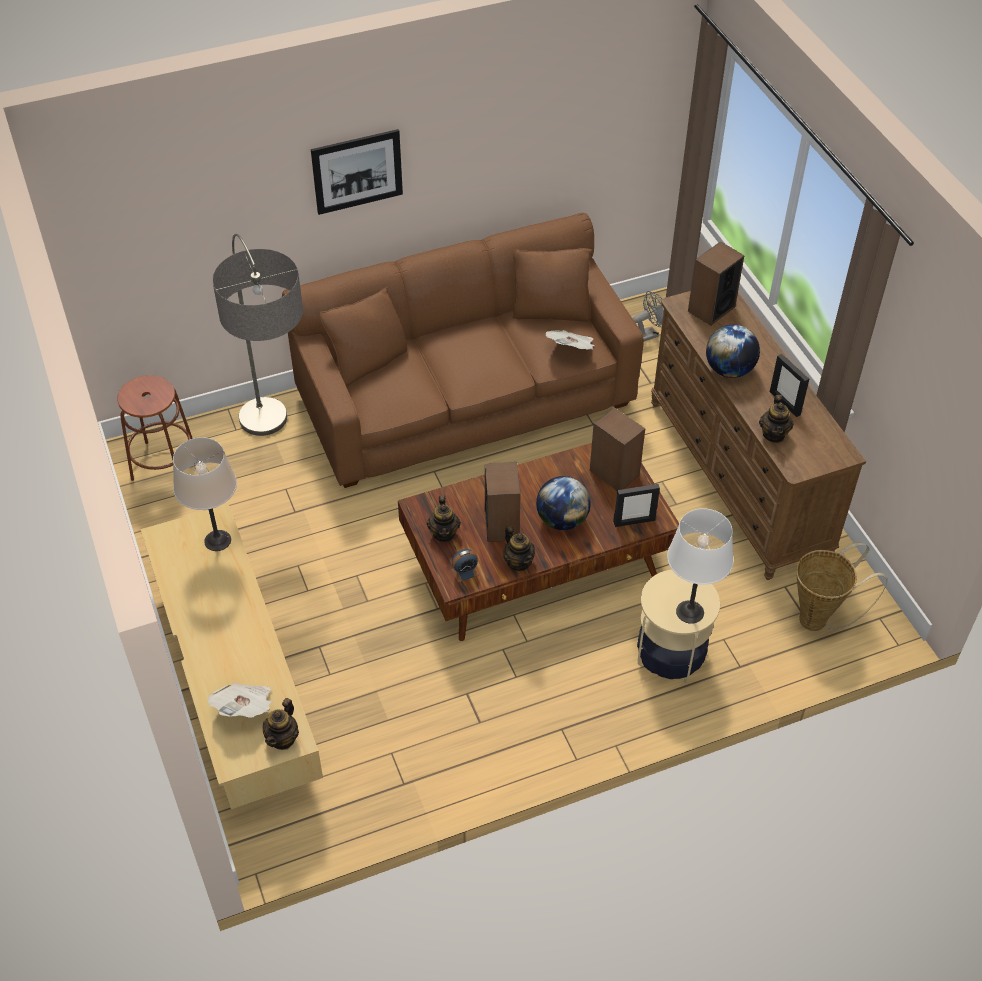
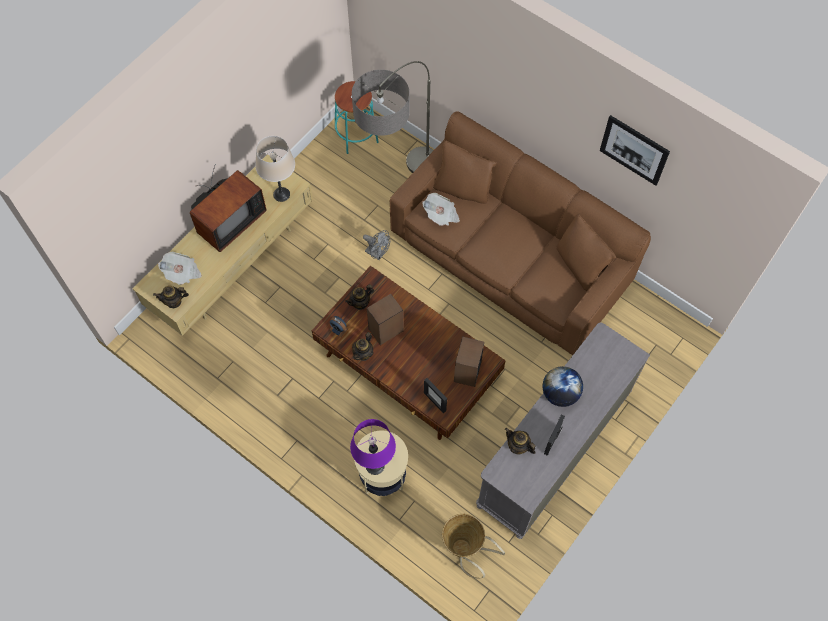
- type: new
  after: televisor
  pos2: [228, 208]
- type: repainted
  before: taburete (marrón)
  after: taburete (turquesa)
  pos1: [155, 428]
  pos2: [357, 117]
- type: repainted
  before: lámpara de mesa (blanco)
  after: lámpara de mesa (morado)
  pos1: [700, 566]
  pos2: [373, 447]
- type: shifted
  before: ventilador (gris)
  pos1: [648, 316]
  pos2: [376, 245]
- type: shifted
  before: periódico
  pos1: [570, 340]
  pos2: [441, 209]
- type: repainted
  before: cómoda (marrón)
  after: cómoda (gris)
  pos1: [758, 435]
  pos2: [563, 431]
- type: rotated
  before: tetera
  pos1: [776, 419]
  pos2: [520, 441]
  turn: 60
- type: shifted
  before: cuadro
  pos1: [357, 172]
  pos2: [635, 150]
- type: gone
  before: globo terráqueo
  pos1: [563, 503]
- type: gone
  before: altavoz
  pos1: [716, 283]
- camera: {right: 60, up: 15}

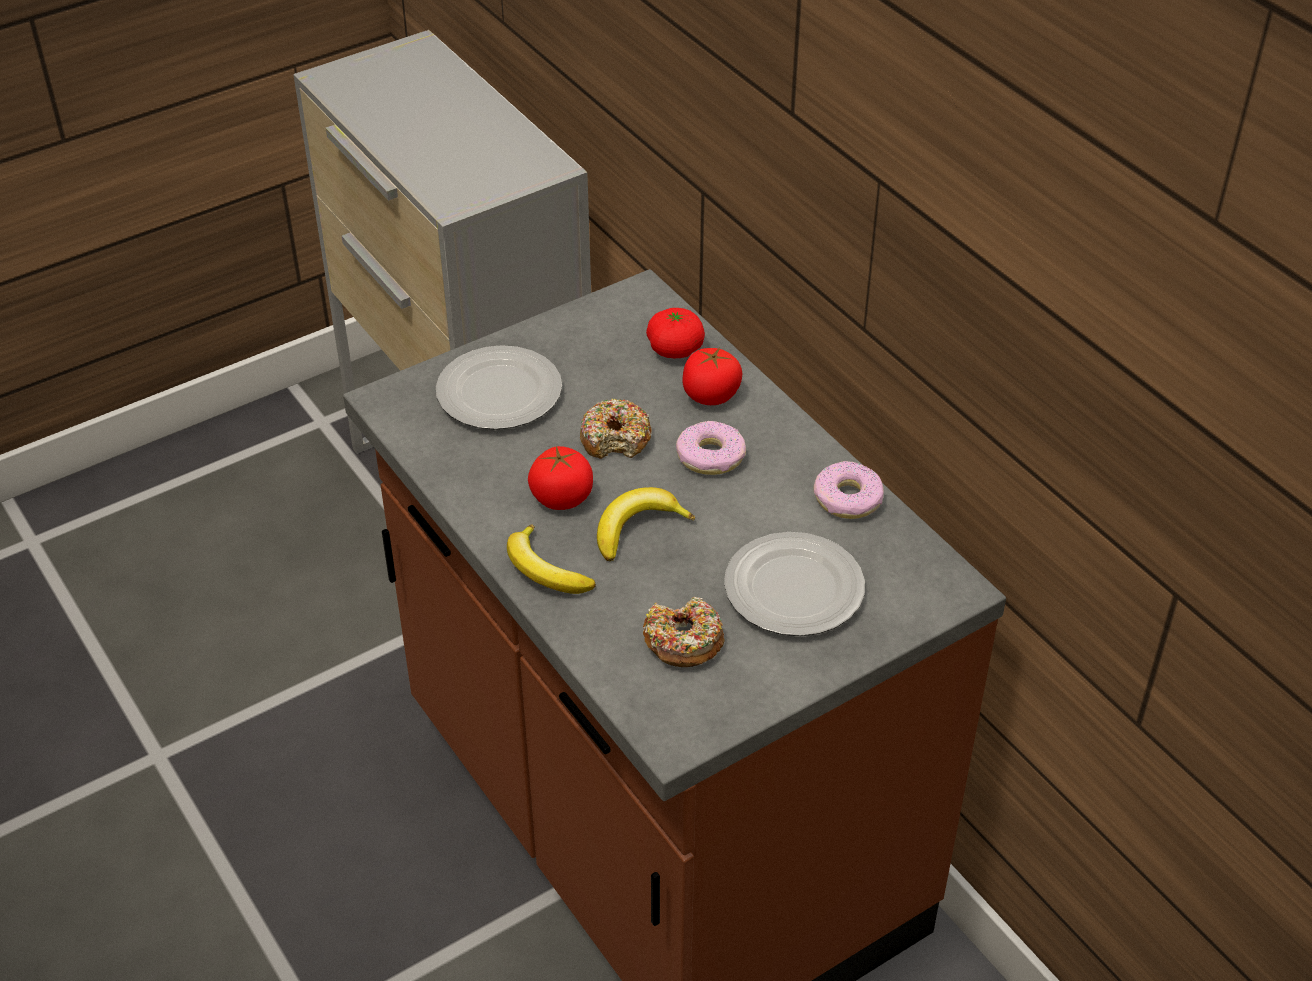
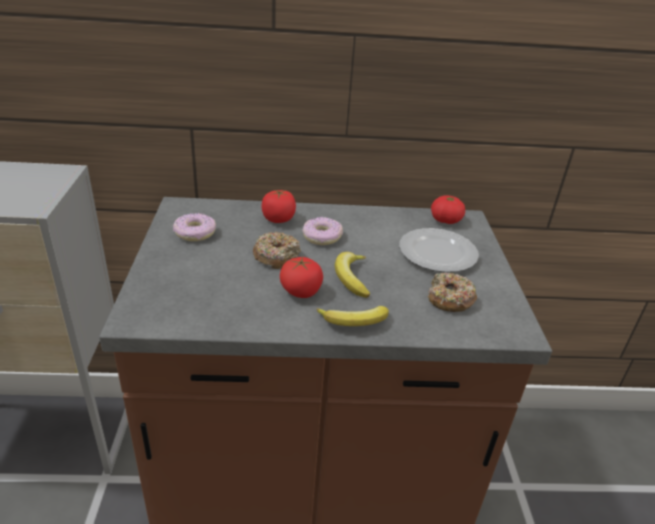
- type: shifted
  before: rosquilla
  pos1: [849, 490]
  pos2: [194, 227]
- type: shifted
  before: tomate
  pos1: [675, 333]
  pos2: [448, 210]
- type: gone
  before: plato
  pos1: [499, 387]
- camera: {right: -60, up: -10}

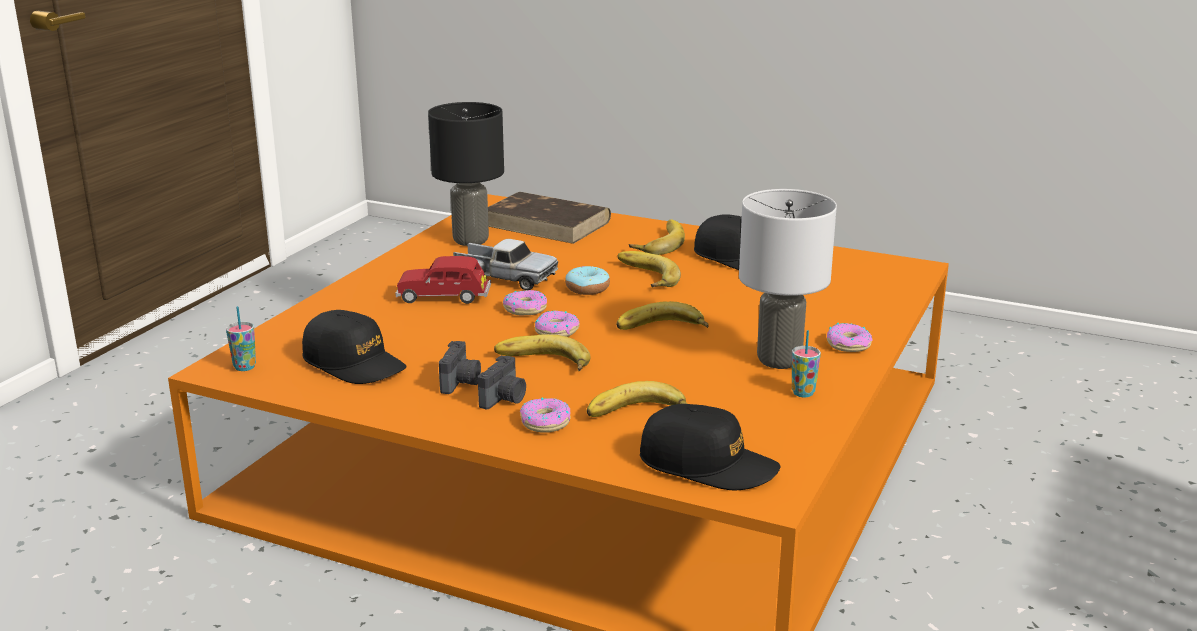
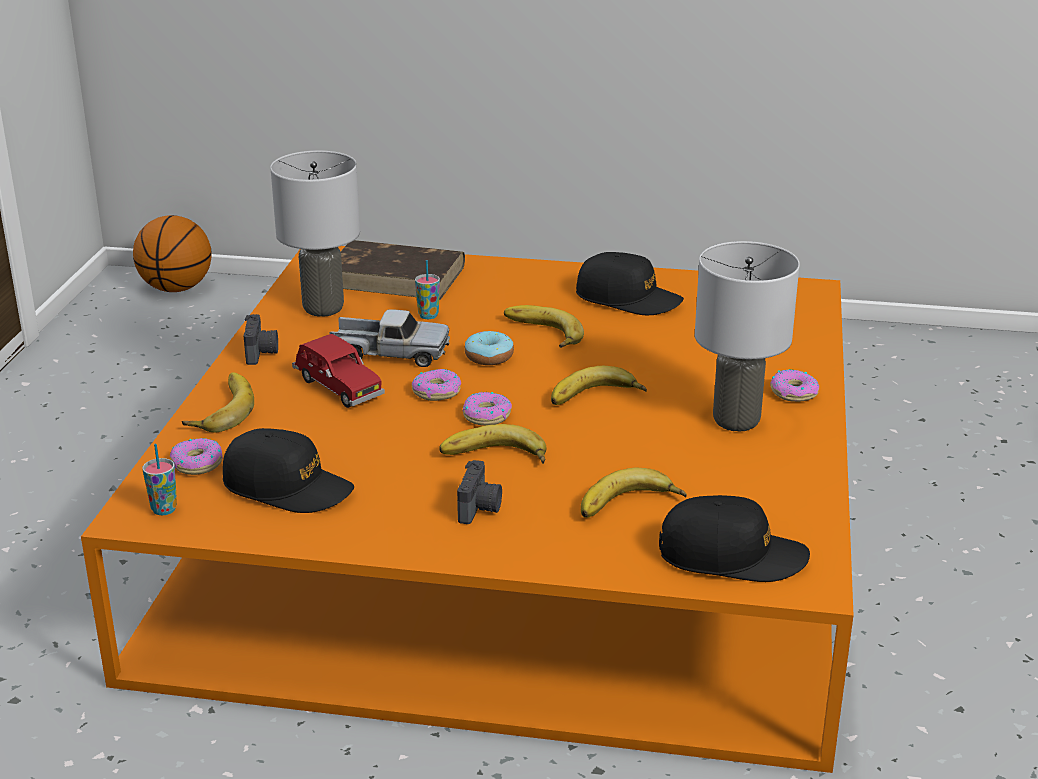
- type: new
  after: balón de baloncesto
  pos2: [172, 253]
- type: shifted
  before: rosquilla
  pos1: [545, 415]
  pos2: [196, 456]
- type: shifted
  before: plátano
  pos1: [657, 237]
  pos2: [218, 402]
- type: shifted
  before: cámara
  pos1: [460, 367]
  pos2: [261, 339]
- type: repainted
  before: lámpara de mesa (negro)
  after: lámpara de mesa (blanco)
  pos1: [466, 174]
  pos2: [315, 233]
- type: rotated
  before: coche de juguete (rojo)
  pos1: [443, 280]
  pos2: [338, 371]
  turn: -120
- type: shifted
  before: taza
  pos1: [806, 364]
  pos2: [427, 289]
- camera: {right: -15, up: 5}

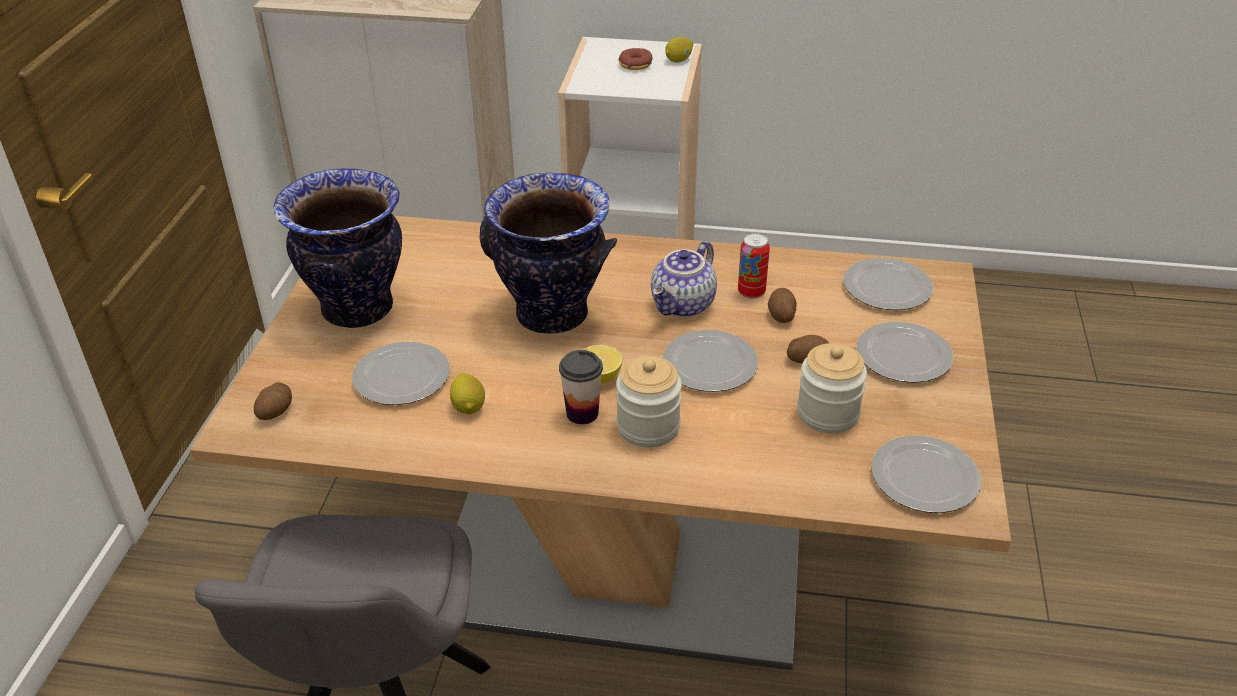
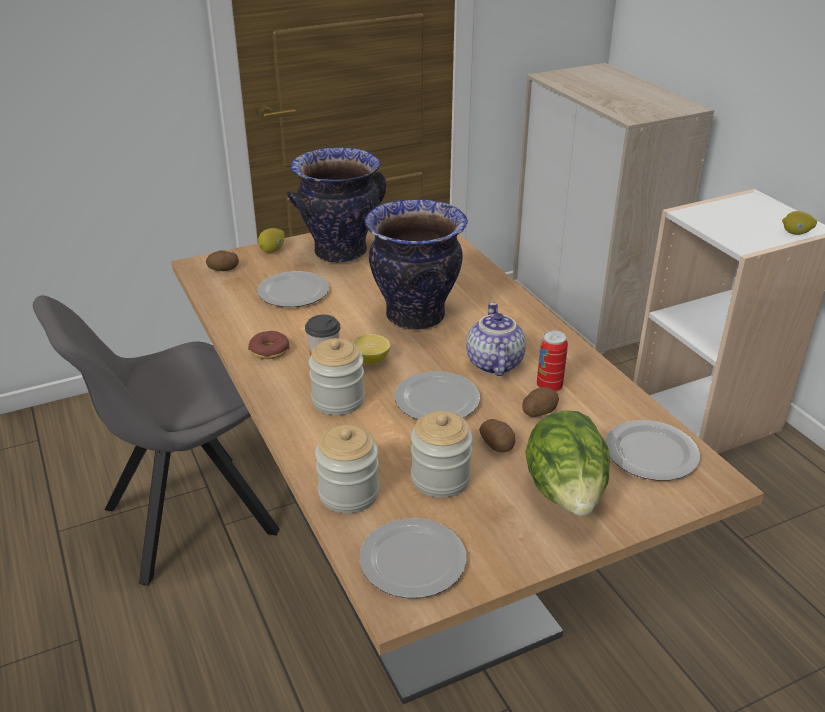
- type: shifted
  before: rosquilla
  pos1: [636, 59]
  pos2: [269, 345]
- type: shifted
  before: limón
  pos1: [467, 393]
  pos2: [271, 240]
- type: new
  after: tarro
  pos2: [347, 469]
- type: rotated
  before: tetera
  pos1: [684, 279]
  pos2: [496, 339]
  turn: 90
- type: swapped
  before: plato
  after: lechuga
  pos1: [905, 352]
  pos2: [567, 463]
- camera: {right: 55, up: -5}

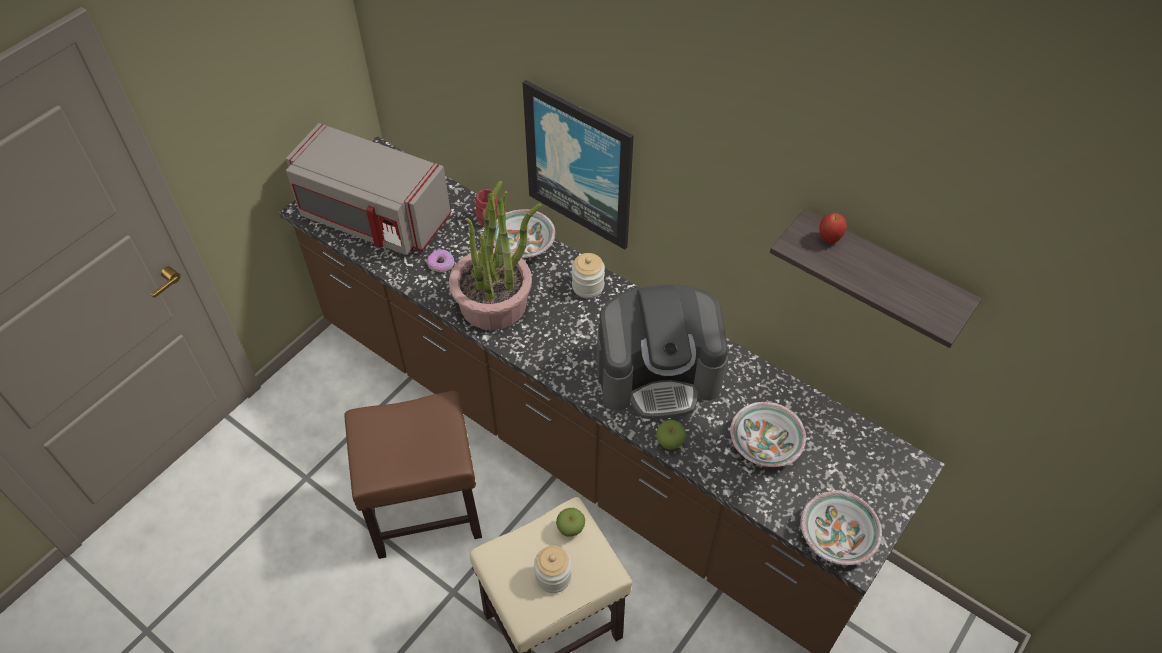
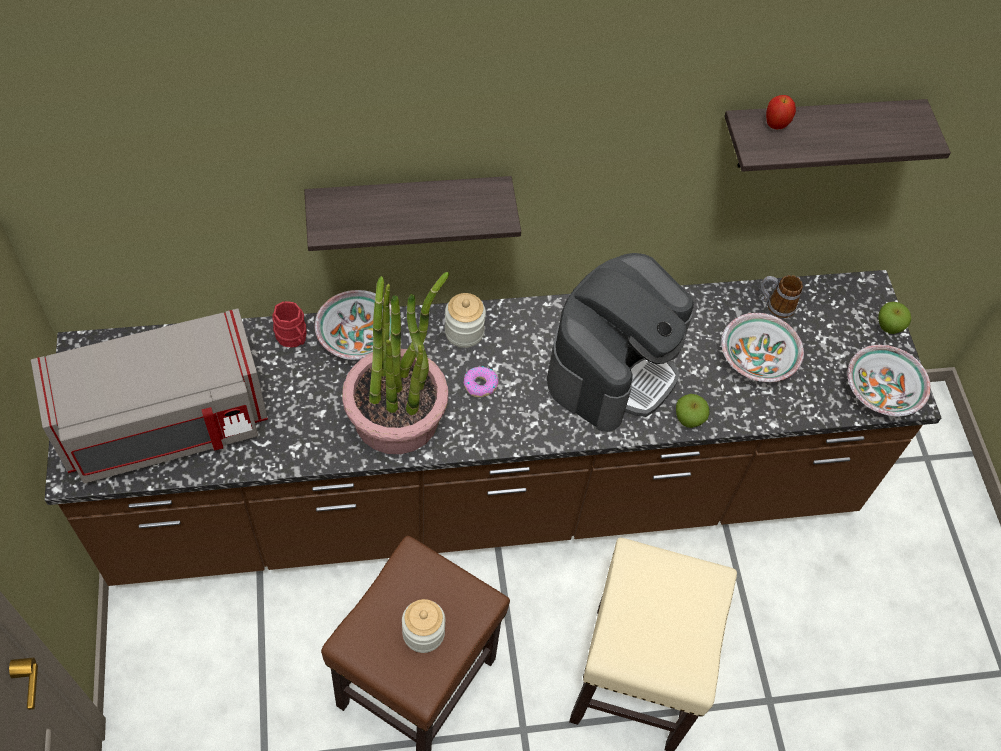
- type: swapped
  before: cuadro
  after: estante
  pos1: [578, 165]
  pos2: [412, 213]
- type: shifted
  before: tarro
  pos1: [552, 569]
  pos2: [423, 626]
- type: shifted
  before: rosquilla
  pos1: [440, 260]
  pos2: [481, 381]
- type: new
  after: taza grande
  pos2: [782, 296]
- type: shifted
  before: manzana
  pos1: [570, 522]
  pos2: [894, 318]
- camera: {right: -50, up: 5}

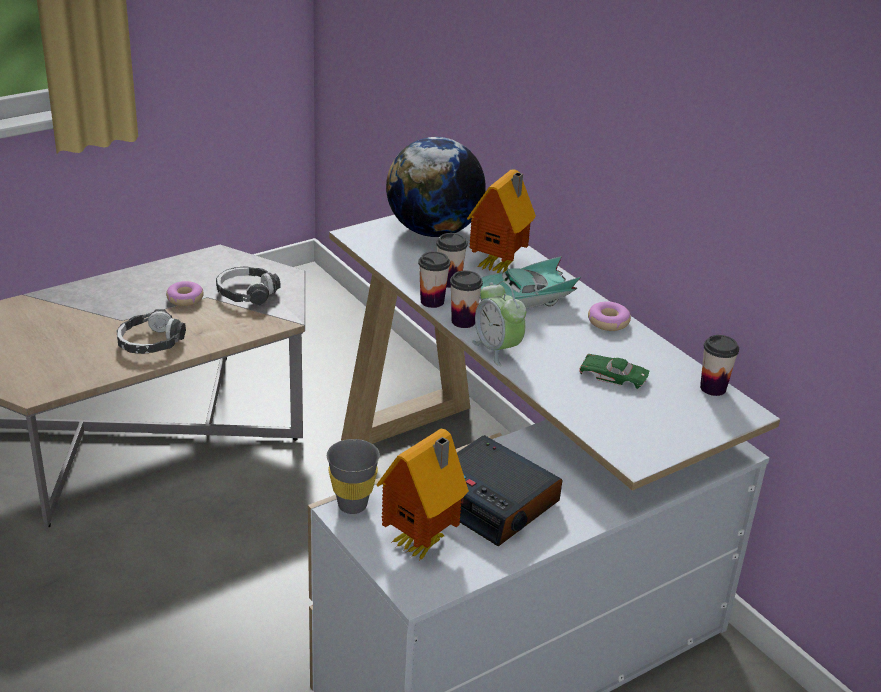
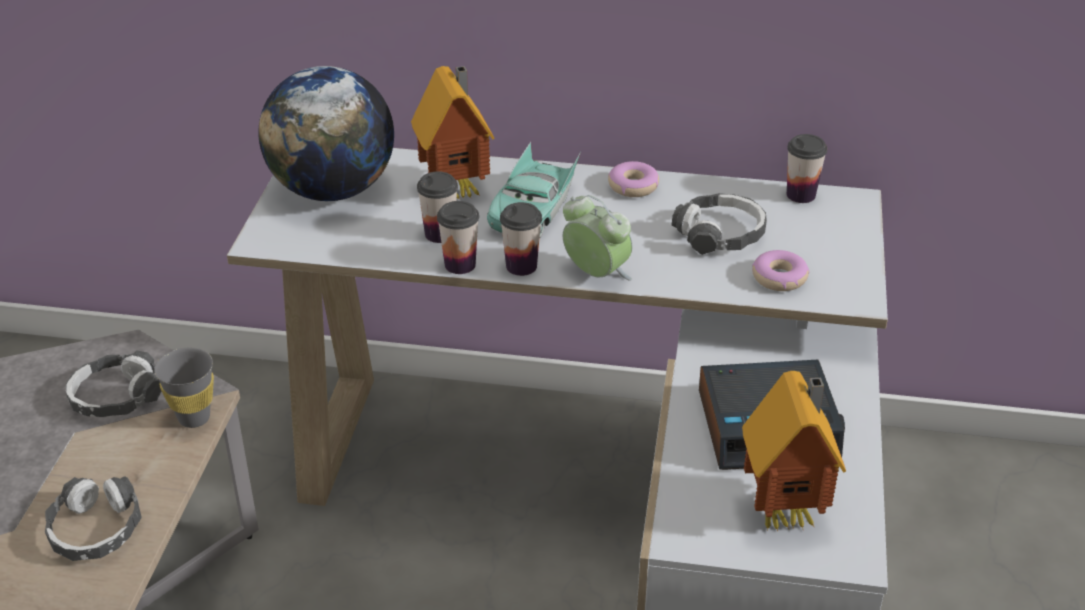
- type: shifted
  before: taza (gris)
  pos1: [353, 476]
  pos2: [184, 388]
- type: rotated
  before: despertador
  pos1: [499, 323]
  pos2: [597, 238]
  turn: -150
- type: swapped
  before: coche de juguete (verde)
  after: auriculares
  pos1: [614, 371]
  pos2: [719, 224]
- type: shifted
  before: rosquilla
  pos1: [185, 293]
  pos2: [781, 270]
- camera: {right: -45, up: 5}

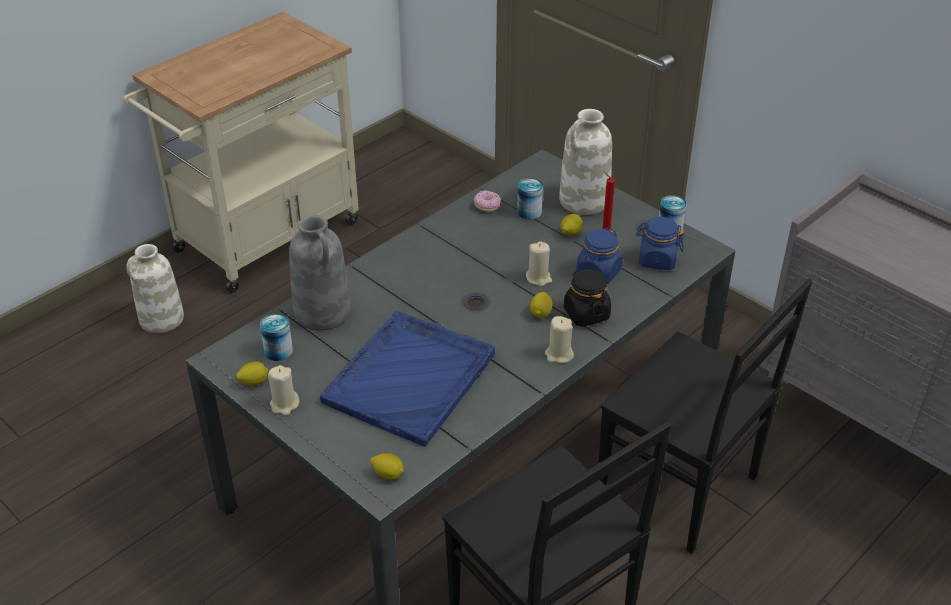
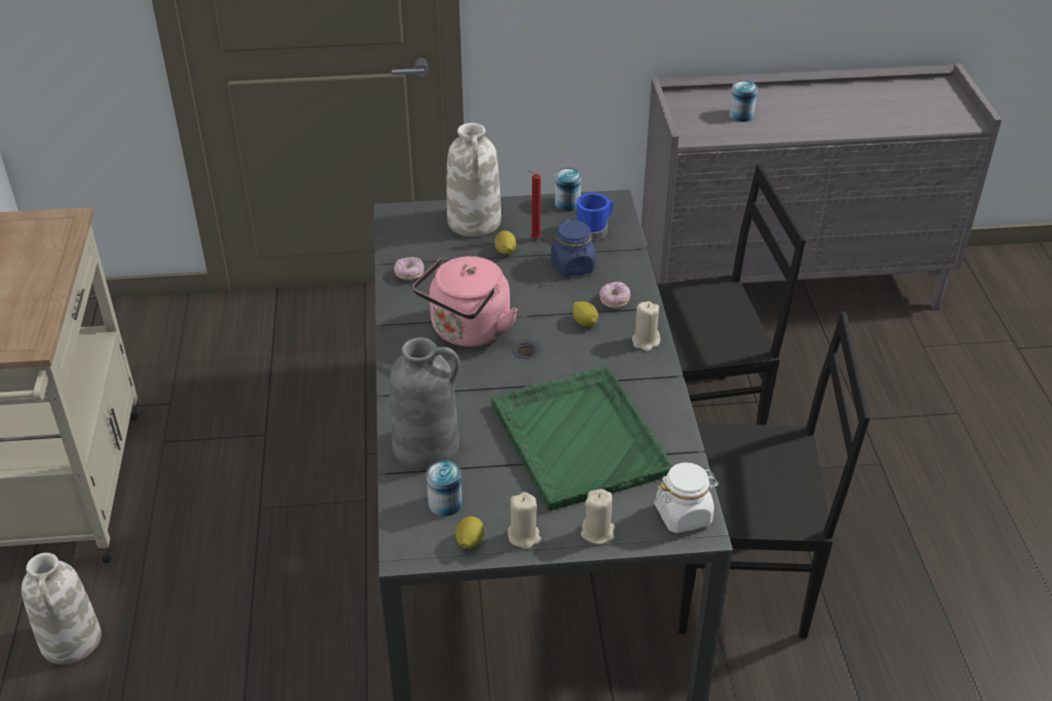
- type: new
  after: hervidor (rosa)
  pos2: [465, 301]
- type: repainted
  before: bandeja (azul)
  after: bandeja (verde)
  pos1: [407, 378]
  pos2: [582, 438]
- type: swapped
  before: tarro (azul)
  after: taza grande (azul)
  pos1: [660, 243]
  pos2: [594, 216]
- type: shifted
  before: vela (beis)
  pos1: [539, 263]
  pos2: [598, 516]
- type: swapped
  before: tarro (negro)
  after: rosquilla
  pos1: [587, 298]
  pos2: [614, 295]
- type: swapped
  before: limón
  after: tarro (blanco)
  pos1: [386, 466]
  pos2: [686, 497]
- type: shifted
  before: lata
  pos1: [530, 199]
  pos2: [743, 101]
- camera: {right: -50, up: 0}

